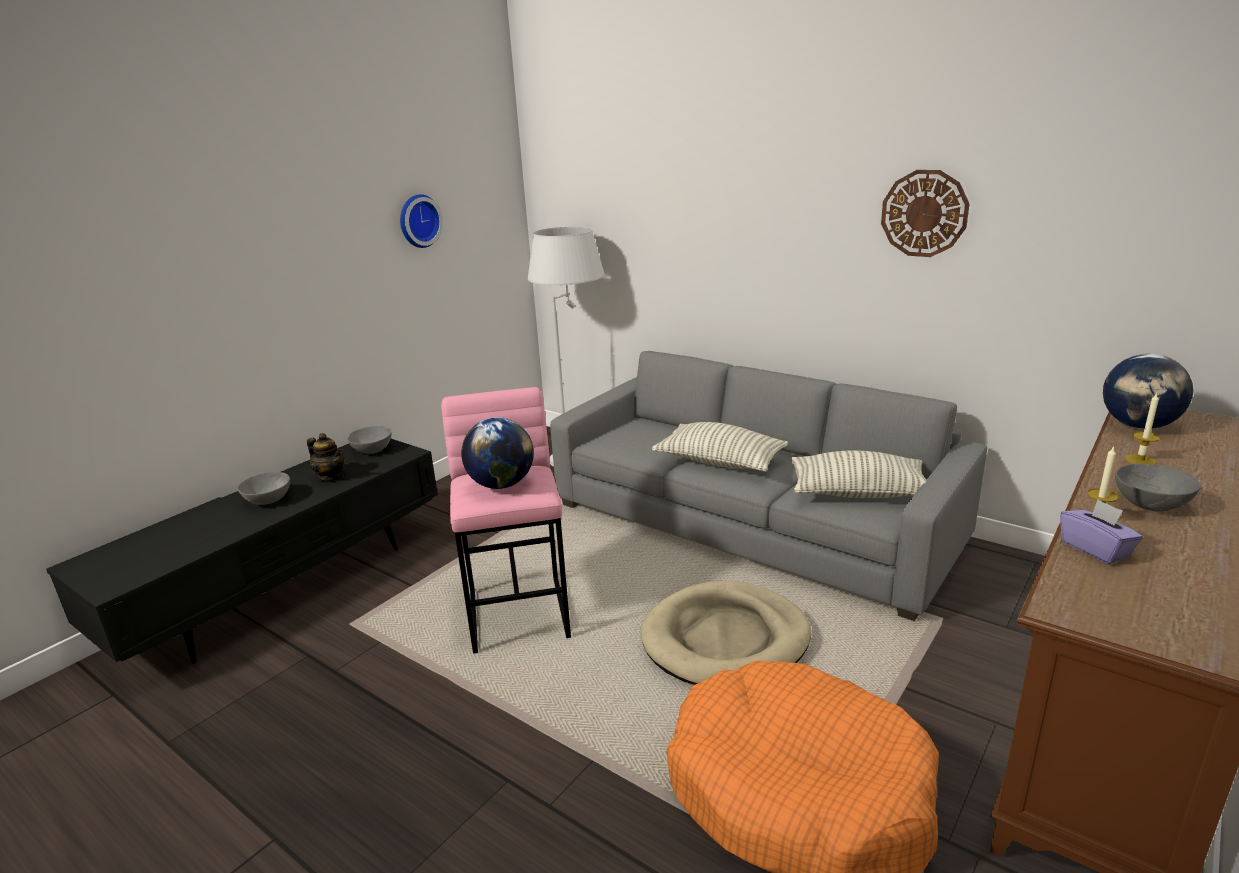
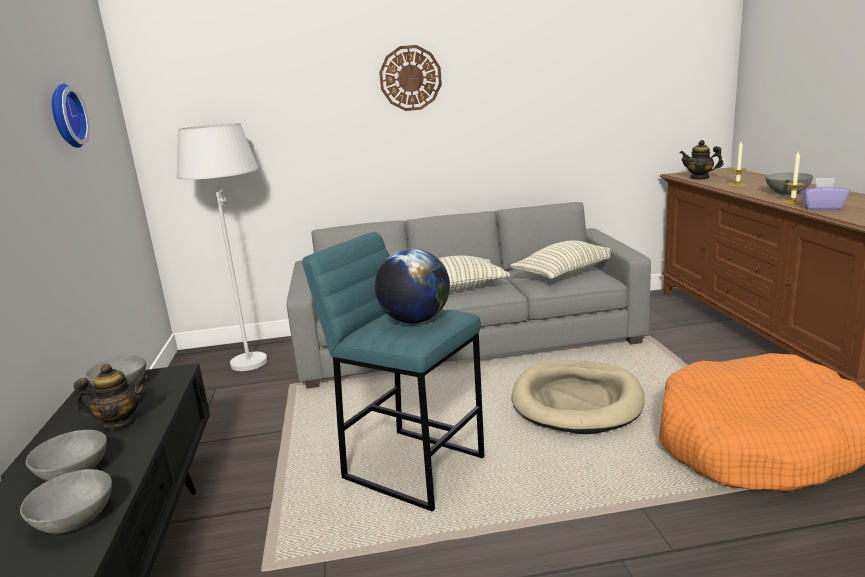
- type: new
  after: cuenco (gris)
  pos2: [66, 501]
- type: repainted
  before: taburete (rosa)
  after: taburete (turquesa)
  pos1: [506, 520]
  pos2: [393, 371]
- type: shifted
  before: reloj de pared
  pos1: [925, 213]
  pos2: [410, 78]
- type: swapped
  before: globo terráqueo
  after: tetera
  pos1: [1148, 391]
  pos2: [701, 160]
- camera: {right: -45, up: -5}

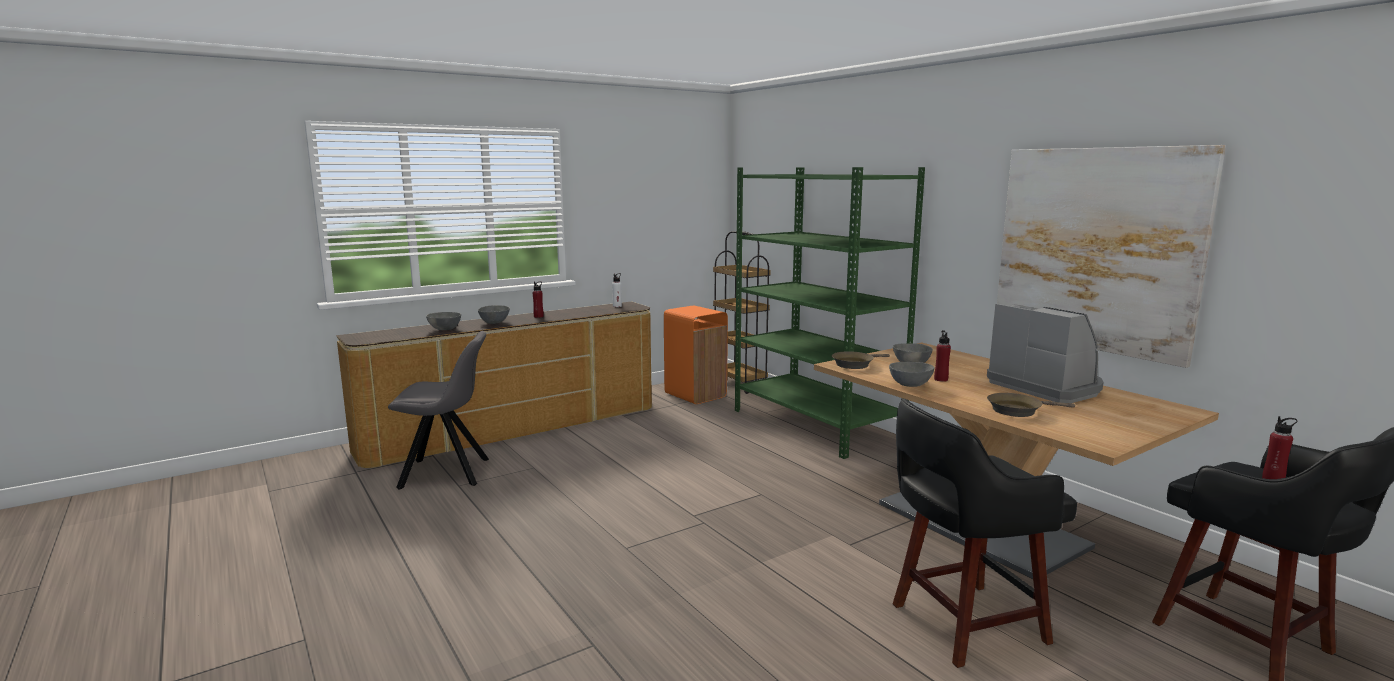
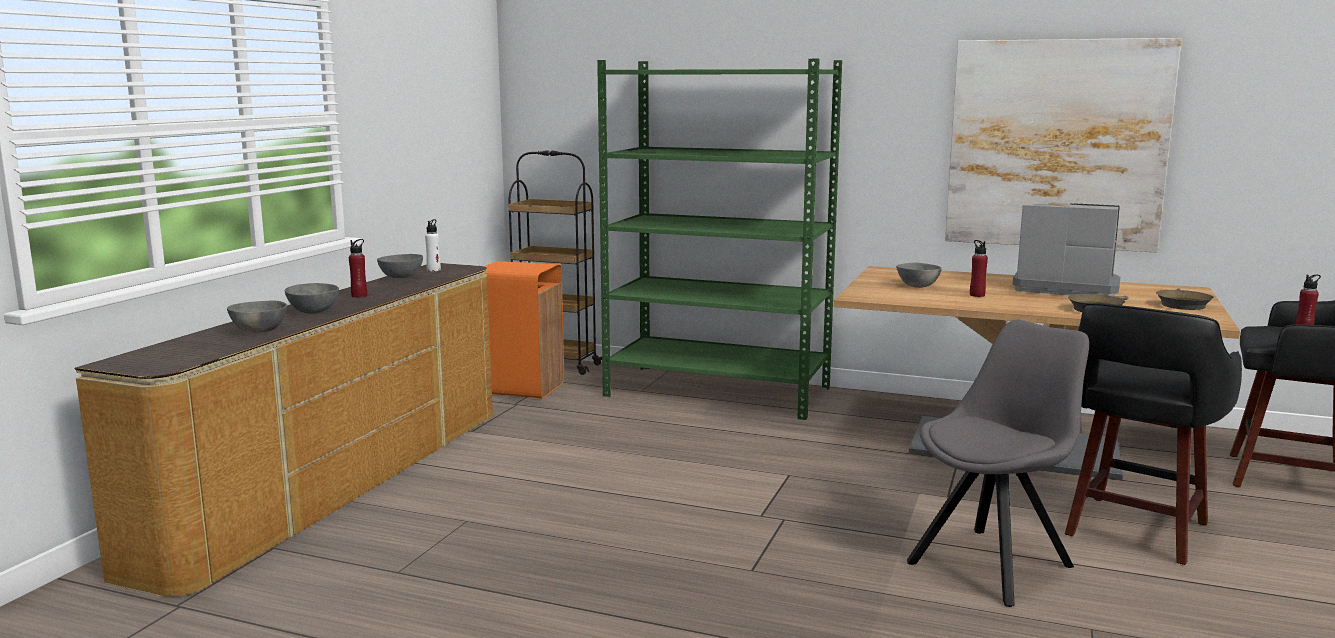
- type: shifted
  before: cuenco (gris)
  pos1: [911, 374]
  pos2: [400, 266]
- type: shifted
  before: silla (gris)
  pos1: [438, 410]
  pos2: [998, 463]
- type: shifted
  before: sartén (marrón)
  pos1: [861, 360]
  pos2: [1185, 299]
- camera: {right: -35, up: 0}

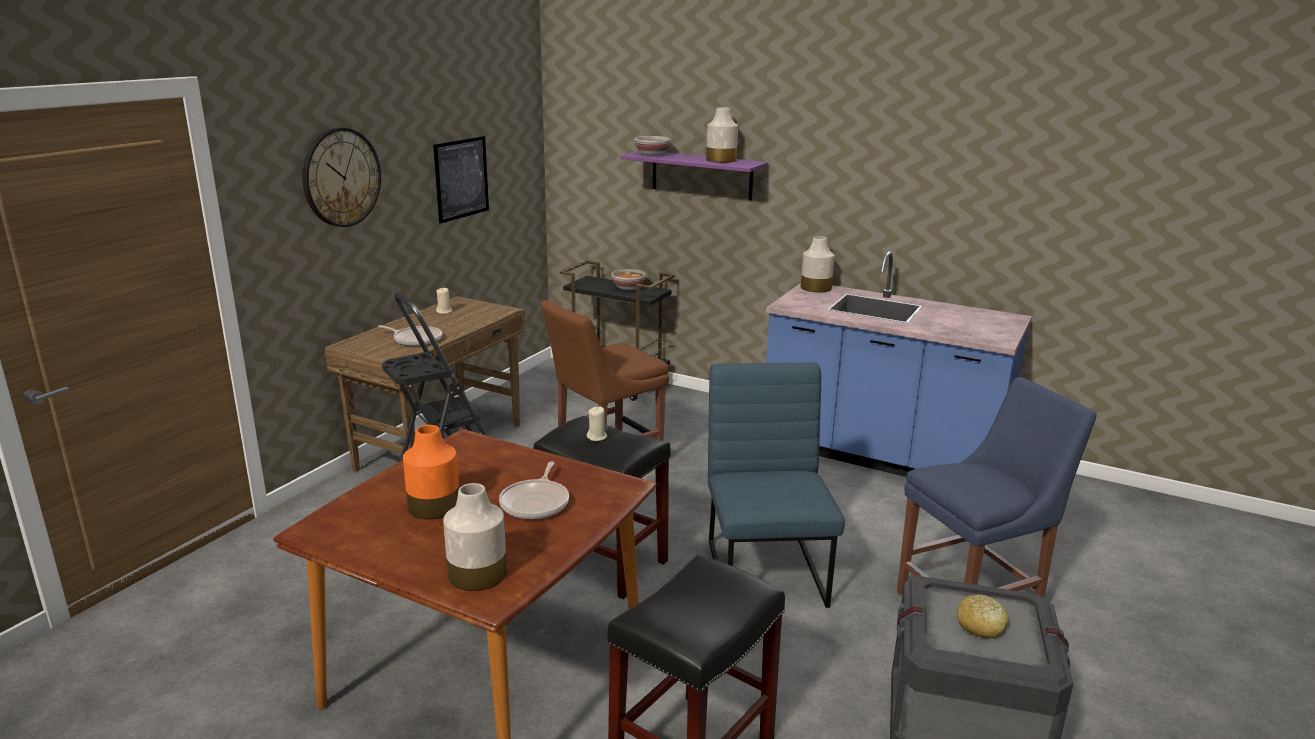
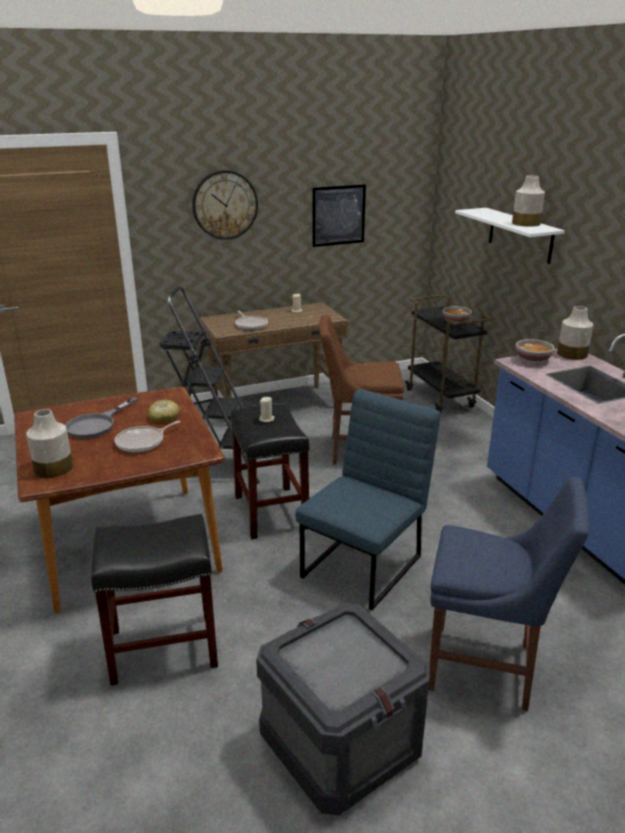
- type: swapped
  before: florero (naranja)
  after: sartén (gris)
  pos1: [431, 472]
  pos2: [101, 418]
- type: shifted
  before: pan
  pos1: [983, 617]
  pos2: [163, 411]
- type: repainted
  before: estante (morado)
  after: estante (blanco)
  pos1: [694, 175]
  pos2: [510, 236]
- type: shifted
  before: cuenco
  pos1: [652, 146]
  pos2: [535, 351]
- camera: {right: 40, up: 5}

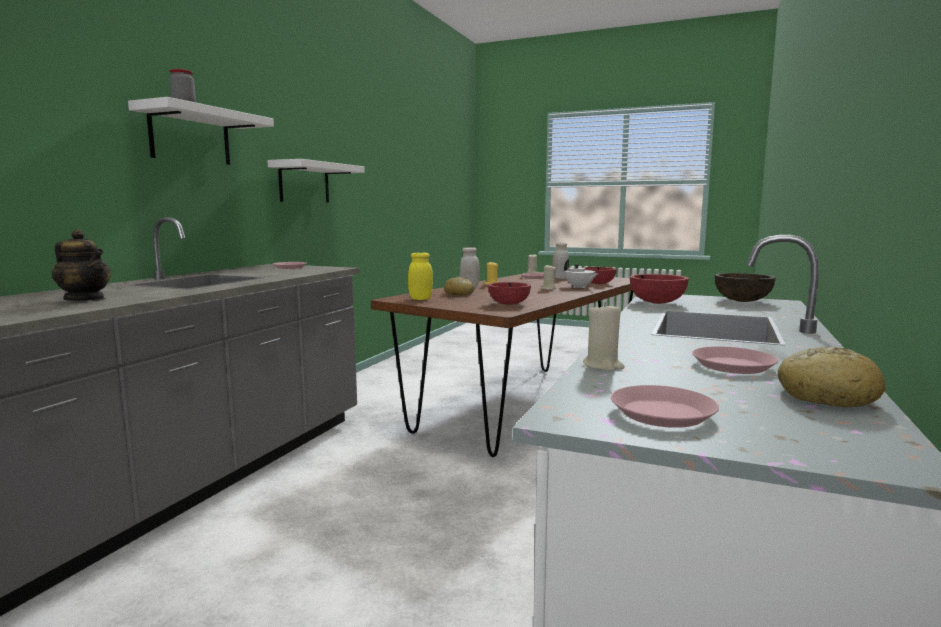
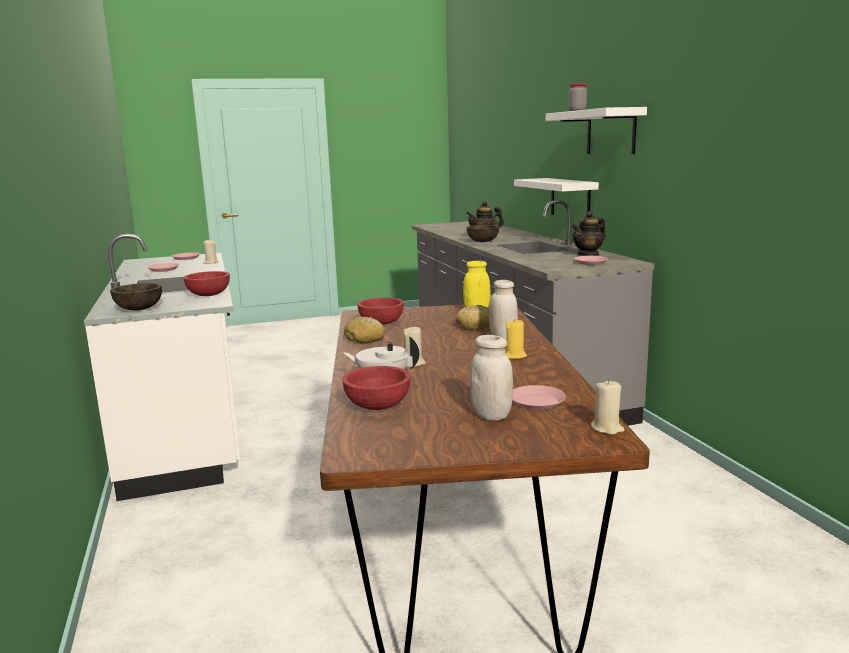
- type: shifted
  before: pan
  pos1: [832, 377]
  pos2: [364, 330]
- type: new
  after: cuenco (marrón)
  pos2: [482, 233]
- type: shifted
  before: estante (blanco)
  pos1: [316, 181]
  pos2: [556, 196]
- type: new
  after: tetera
  pos2: [589, 233]
- camera: {right: 140, up: 5}

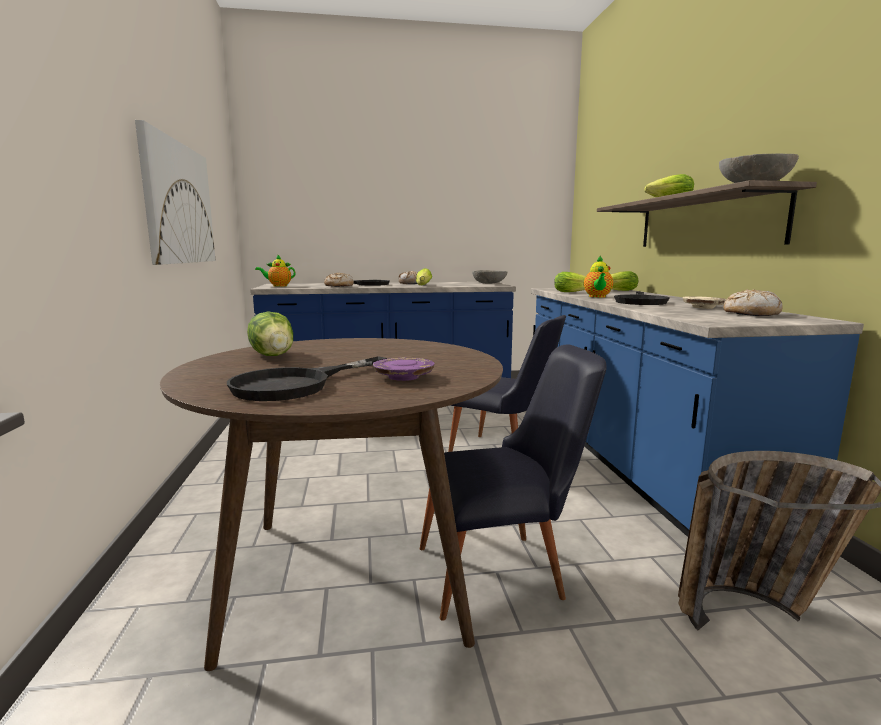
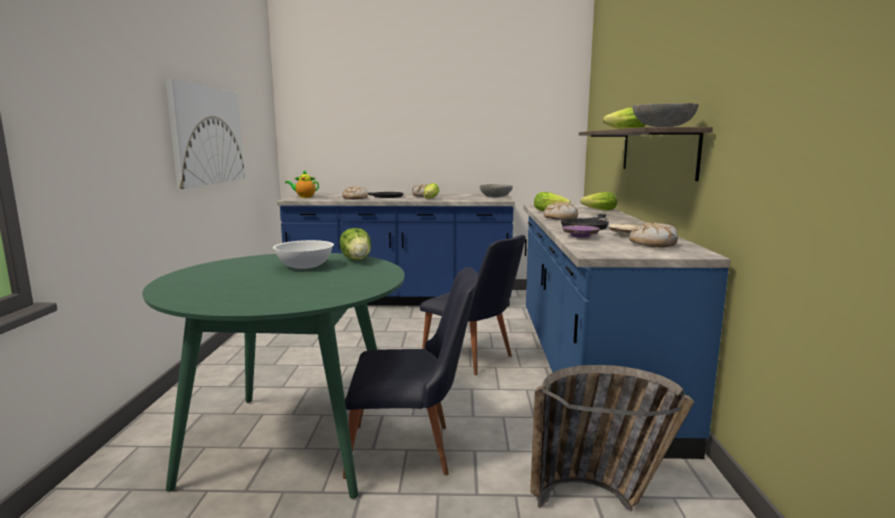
- type: repainted
  before: mesa de comedor (marrón)
  after: mesa de comedor (verde)
  pos1: [331, 504]
  pos2: [273, 376]
- type: new
  after: cuenco (blanco)
  pos2: [303, 254]
- type: shifted
  before: lechuga
  pos1: [270, 334]
  pos2: [355, 244]
- type: swapped
  before: tetera
  after: pan
  pos1: [598, 277]
  pos2: [561, 211]
- type: shifted
  before: plato (morado)
  pos1: [404, 369]
  pos2: [581, 231]
- type: gone
  before: sartén (negro)
  pos1: [307, 378]
- camera: {right: 10, up: 0}

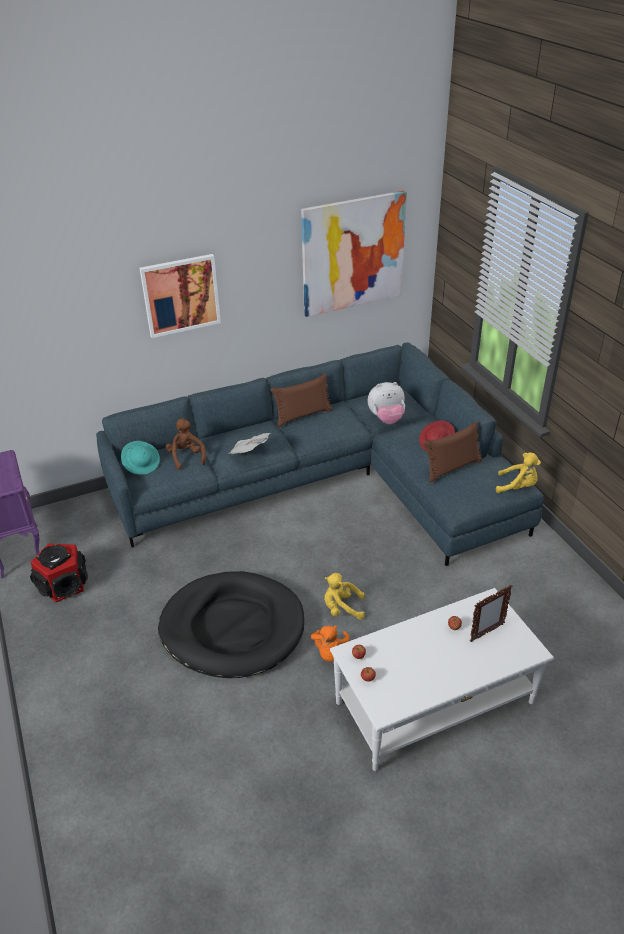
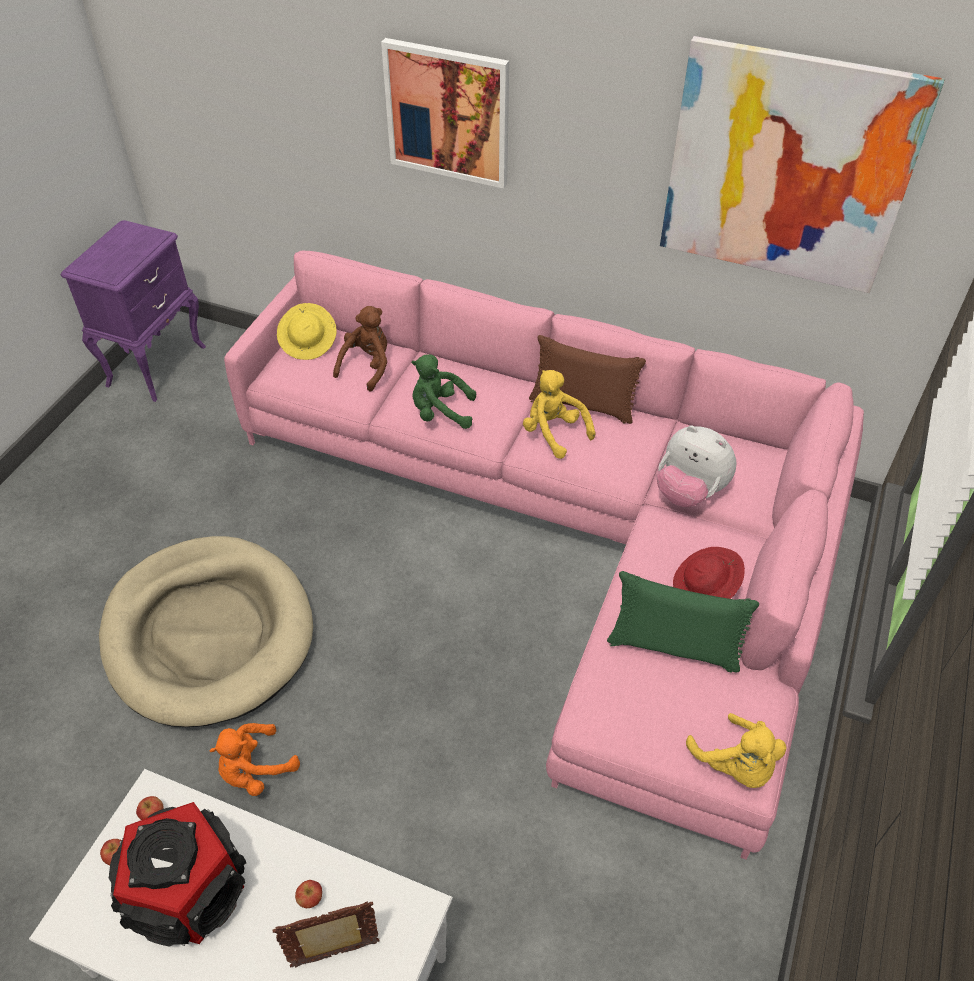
- type: repainted
  before: cama para perro (negro)
  after: cama para perro (beis)
  pos1: [231, 624]
  pos2: [206, 631]
- type: shifted
  before: altavoz
  pos1: [59, 573]
  pos2: [177, 874]
- type: repainted
  before: sofá (azul)
  after: sofá (rosa)
  pos1: [320, 454]
  pos2: [544, 555]
- type: rotated
  before: portarretratos
  pos1: [491, 613]
  pos2: [326, 934]
  turn: 150
- type: repainted
  before: sombrero (turquesa)
  after: sombrero (amarillo)
  pos1: [140, 458]
  pos2: [307, 331]
- type: swapped
  before: periódico
  after: peluche (verde)
  pos1: [249, 443]
  pos2: [443, 391]
- type: shifted
  before: peluche (amarillo)
  pos1: [344, 596]
  pos2: [559, 414]
- type: repainted
  before: cojín (marrón)
  after: cojín (verde)
  pos1: [452, 452]
  pos2: [683, 622]
- camera: {right: 45, up: 10}

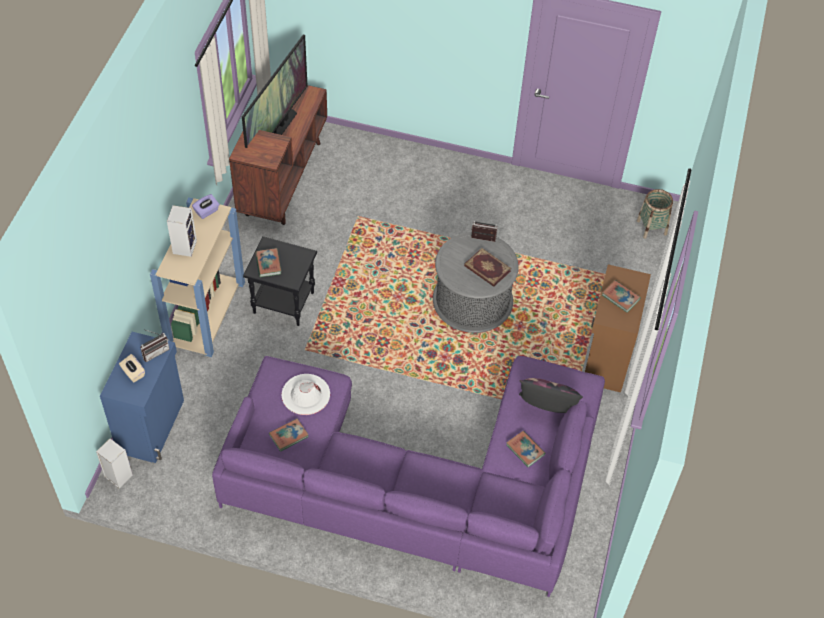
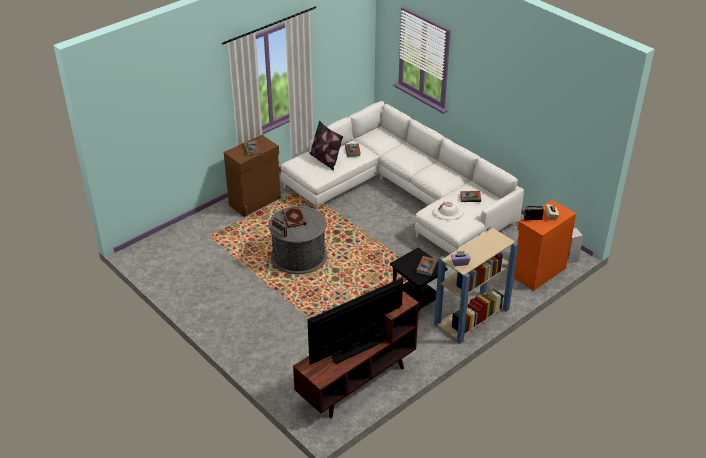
- type: repainted
  before: sofá (morado)
  after: sofá (blanco)
  pos1: [408, 476]
  pos2: [402, 177]
- type: repainted
  before: armario (azul)
  after: armario (naranja)
  pos1: [142, 397]
  pos2: [545, 245]
- type: gone
  before: altavoz
  pos1: [182, 231]
- type: gone
  before: cesta
  pos1: [655, 214]
- camera: {right: -145, up: -15}

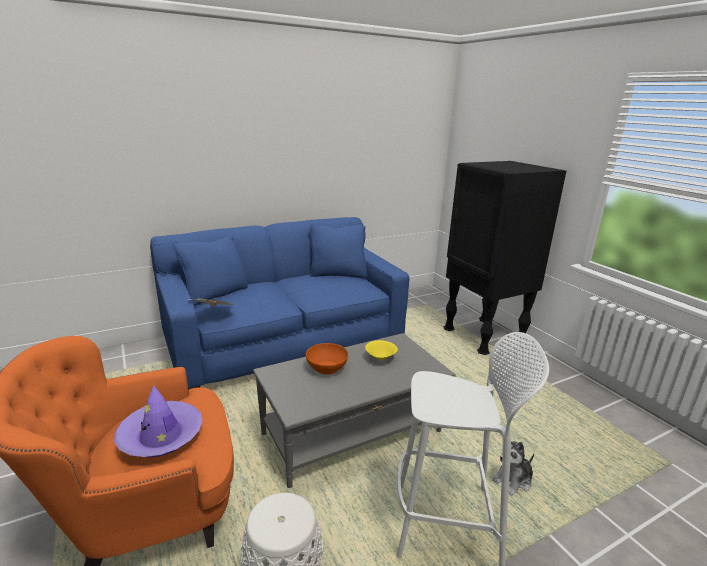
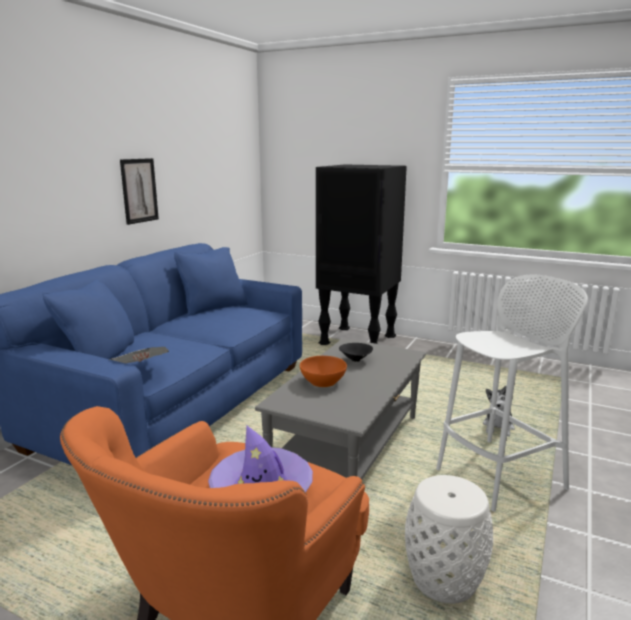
- type: new
  after: cuadro
  pos2: [139, 191]
- type: repainted
  before: cuenco (amarillo)
  after: cuenco (negro)
  pos1: [381, 350]
  pos2: [356, 352]
- camera: {right: -35, up: -5}

